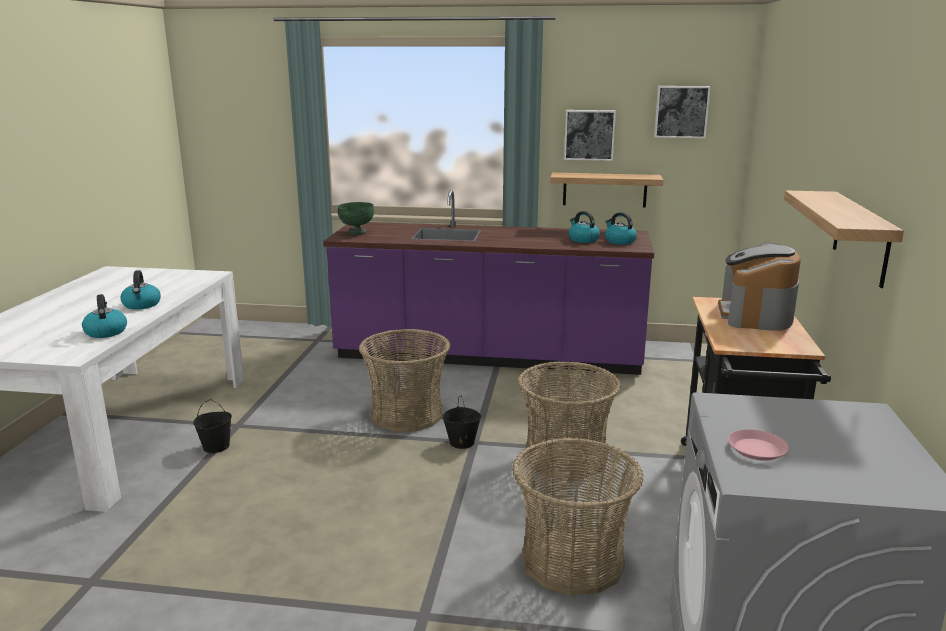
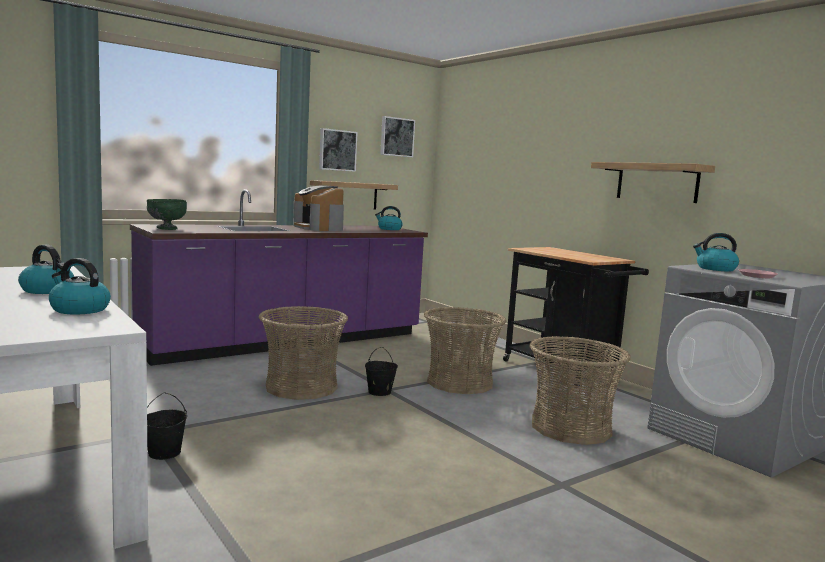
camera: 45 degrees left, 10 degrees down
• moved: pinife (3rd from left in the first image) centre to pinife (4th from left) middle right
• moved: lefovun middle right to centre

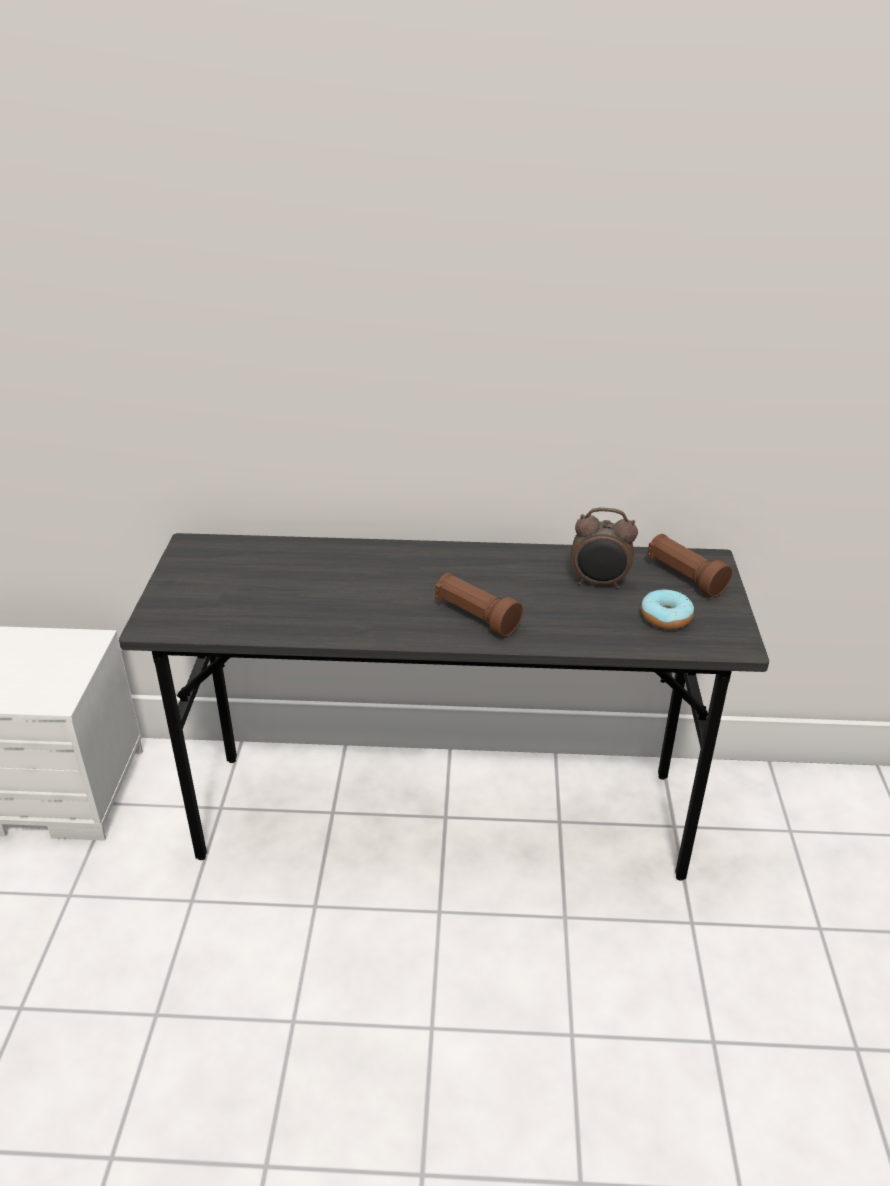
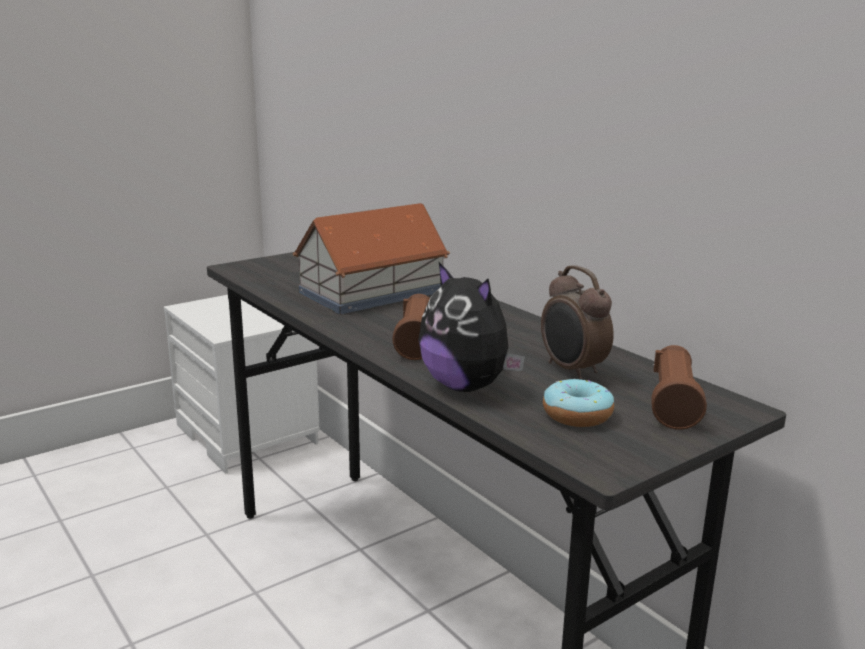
camera: 50 degrees right, 15 degrees down
• added: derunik centre
• added: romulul centre

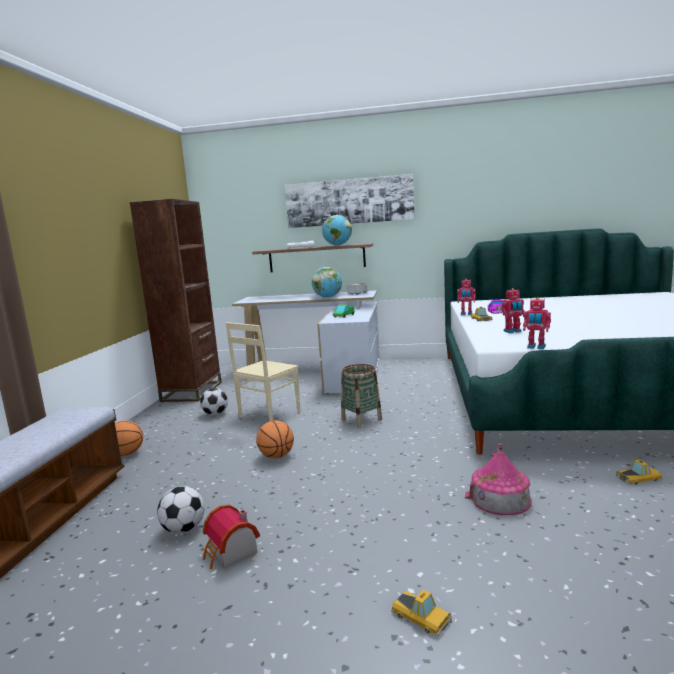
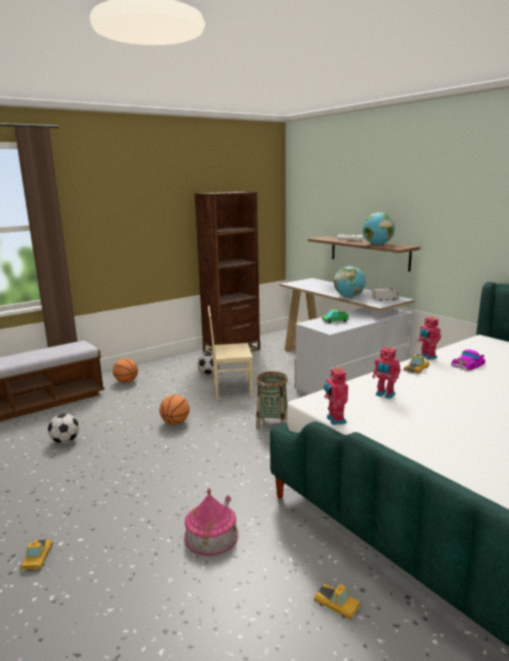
camera: 45 degrees right, 5 degrees up
• removed: derunik (1st from left) bottom centre
• removed: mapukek top centre

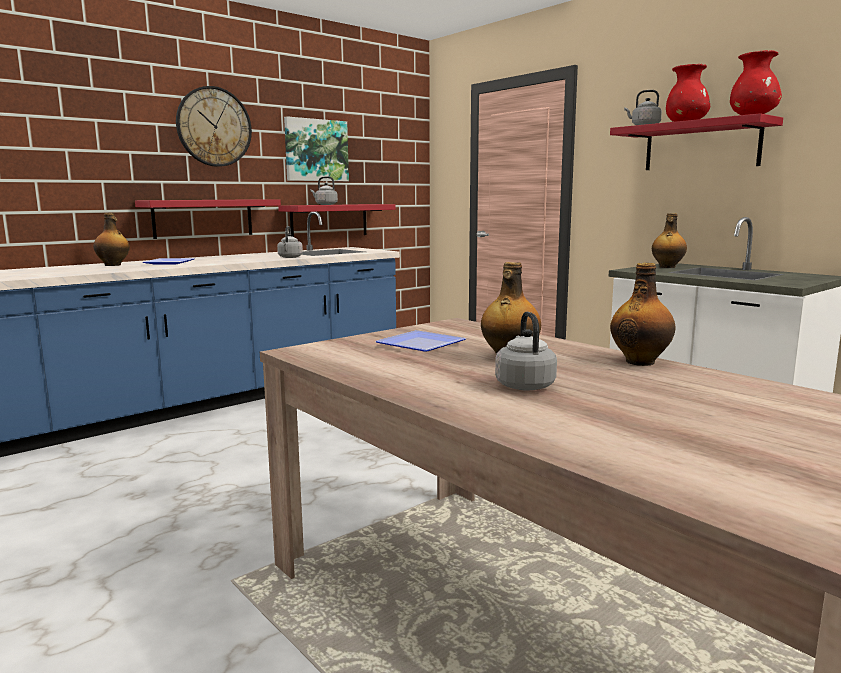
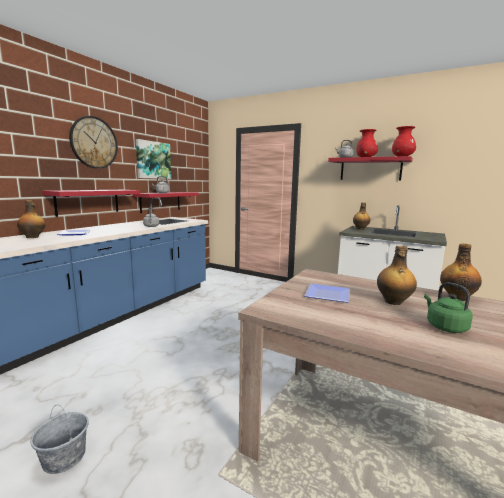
camera: 20 degrees left, 0 degrees up
• recoloured: grey_pinife (3rd from left) centre to green_pinife middle right
• added: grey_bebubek bottom left

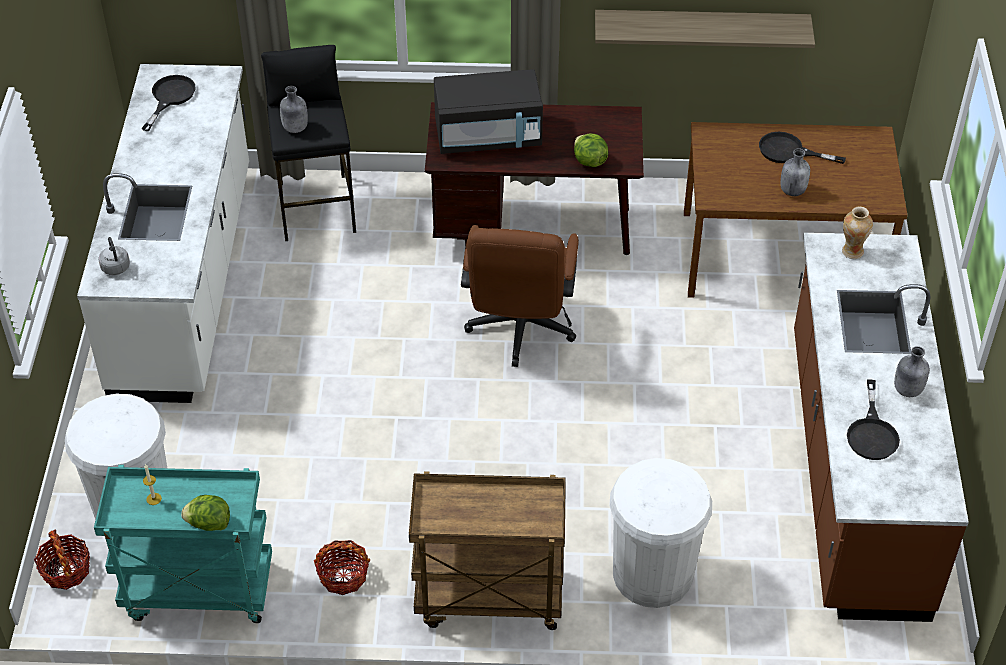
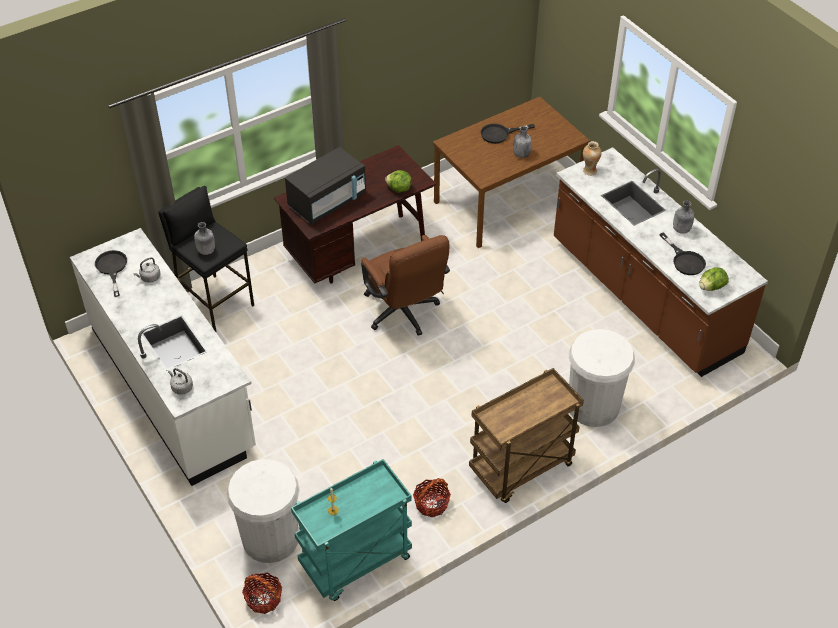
camera: 35 degrees left, 0 degrees up
• moved: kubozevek (1st from left in the first image) bottom left to kubozevek (2nd from left) middle right
• removed: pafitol top right
• added: grey_pinife (1st from left) middle left

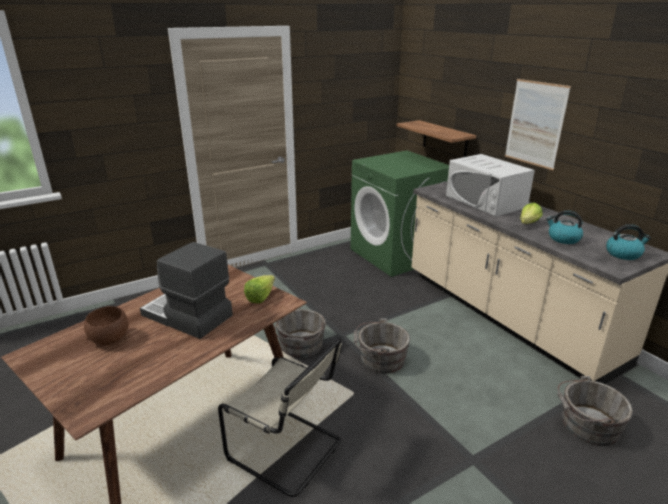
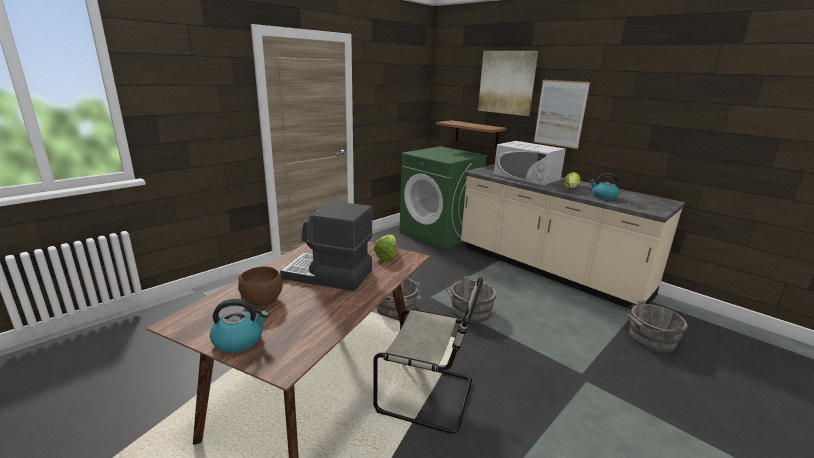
camera: 15 degrees left, 5 degrees down
• moved: pinife (2nd from left in the first image) middle right to pinife (1st from left) bottom left
• added: mapukek (1st from left) top centre

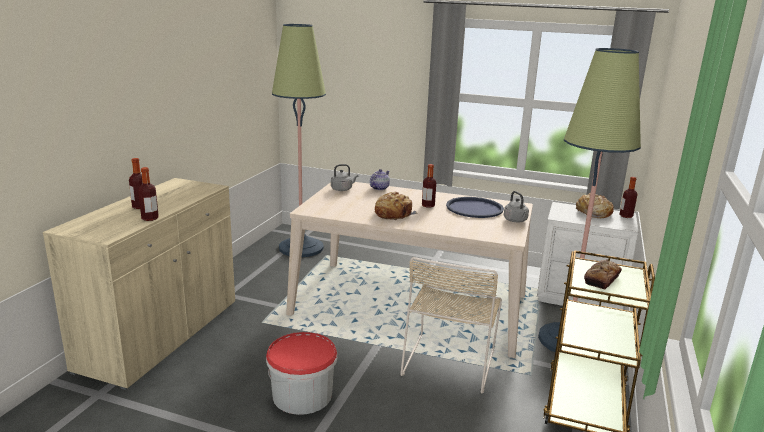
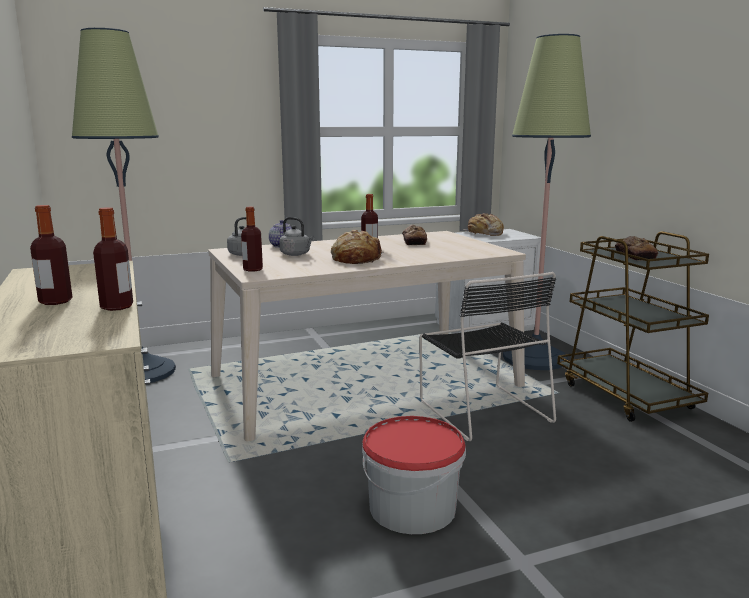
camera: 40 degrees left, 5 degrees down
• recoloured: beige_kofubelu bottom centre to black_kofubelu centre
• replaced: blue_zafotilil centre to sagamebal (2nd from left) centre
• moved: grey_pinife (2nd from left) middle right to centre
• moved: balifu (4th from left in the first image) middle right to balifu (3rd from left) centre

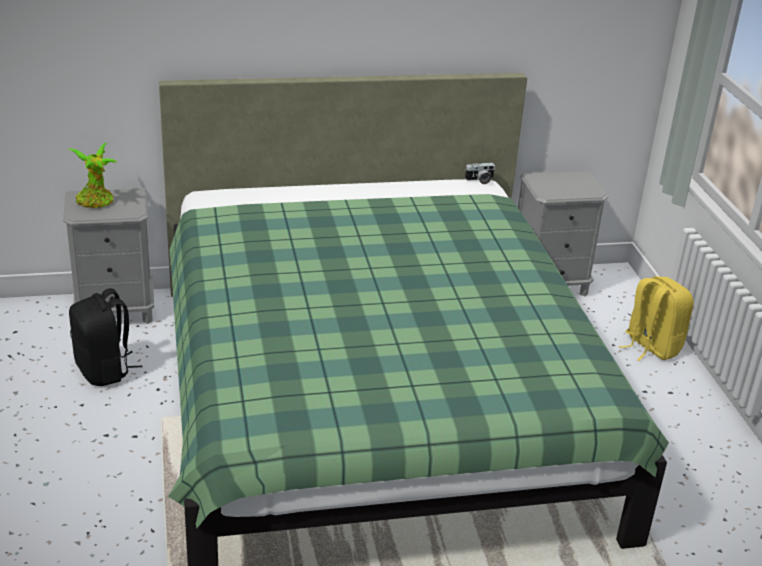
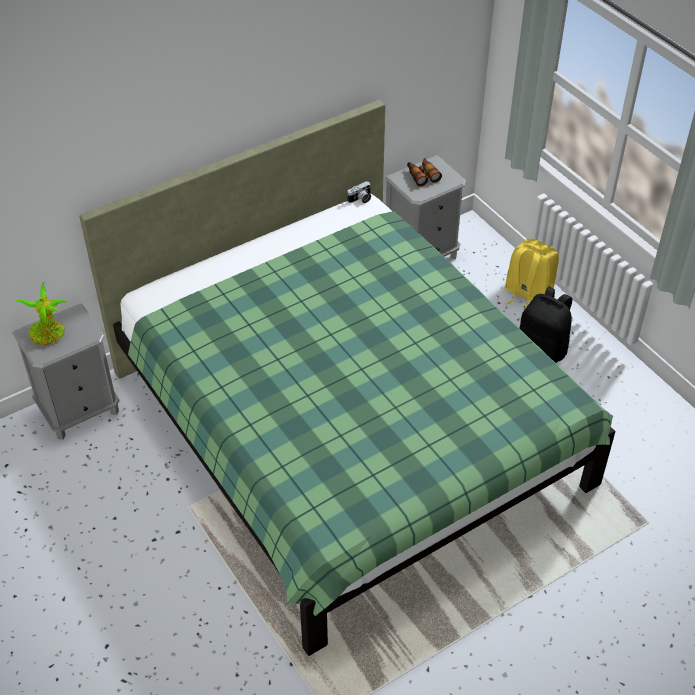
camera: 20 degrees left, 15 degrees up
• moved: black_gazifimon middle left to middle right
• added: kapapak top centre

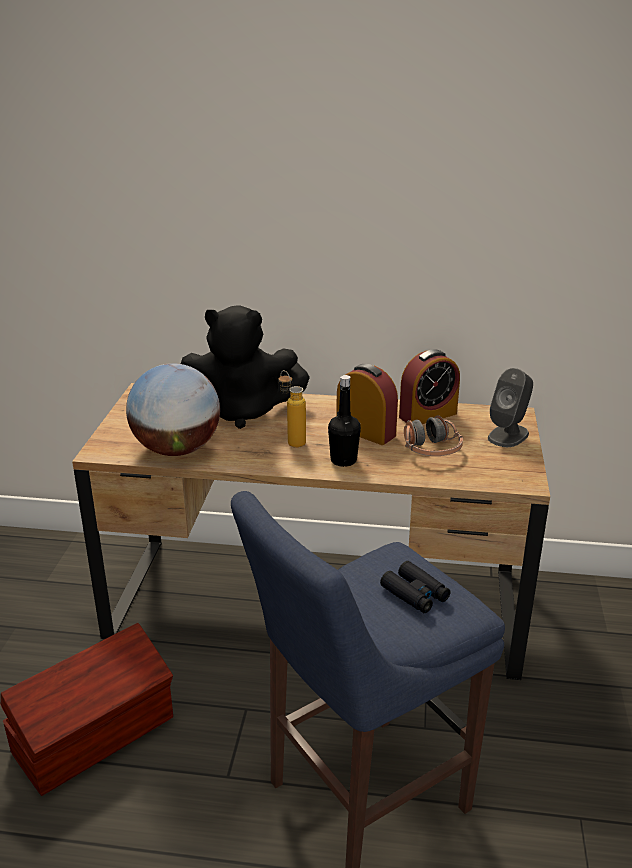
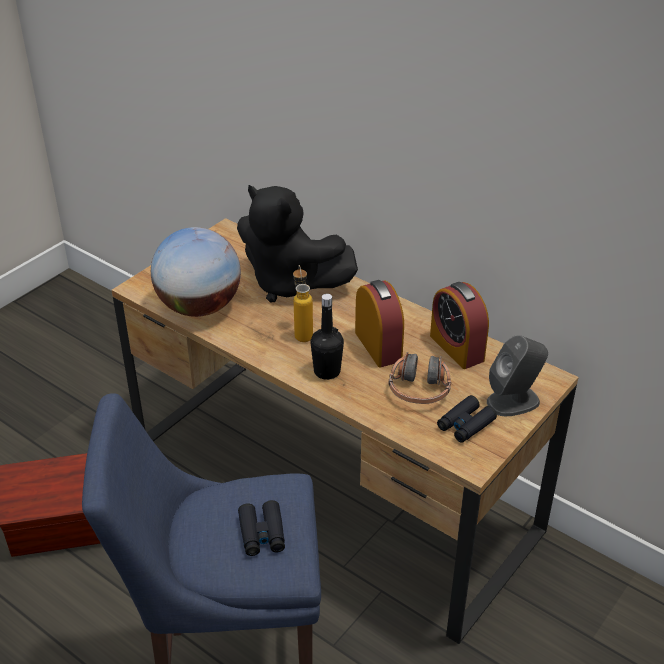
camera: 30 degrees right, 10 degrees up
• turned: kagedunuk (2nd from left) middle right = middle right 60 degrees clockwise
• added: black_kapapak (2nd from left) middle right

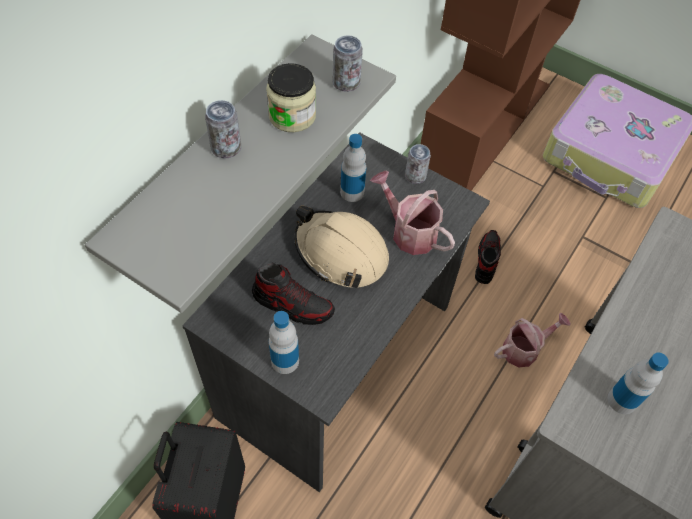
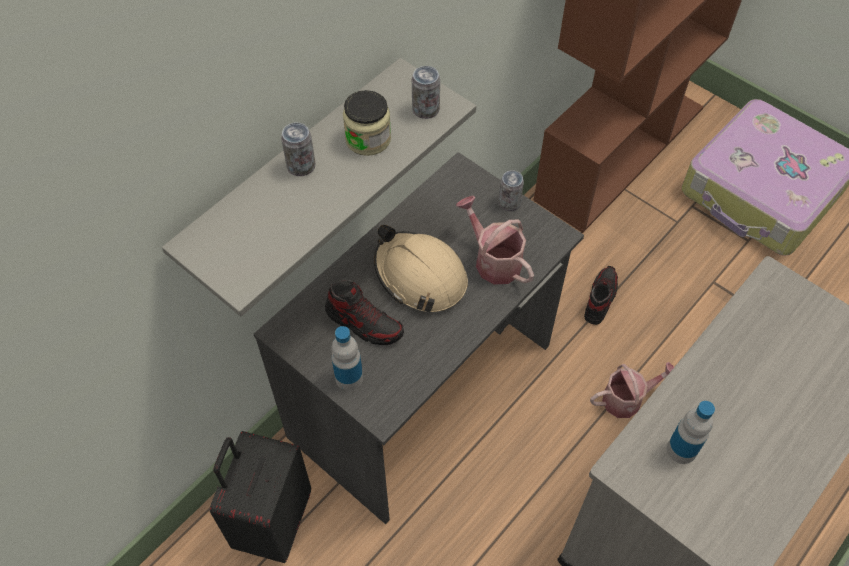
camera: 10 degrees right, 0 degrees up
• removed: balifu (2nd from left) top centre

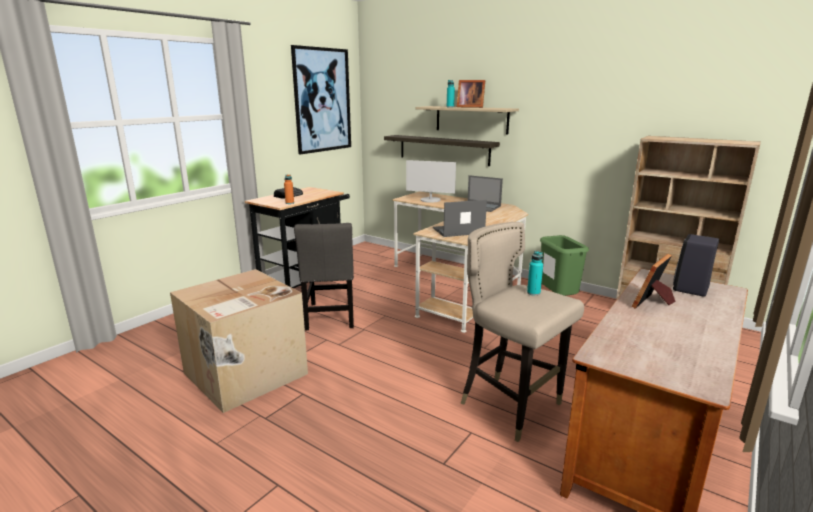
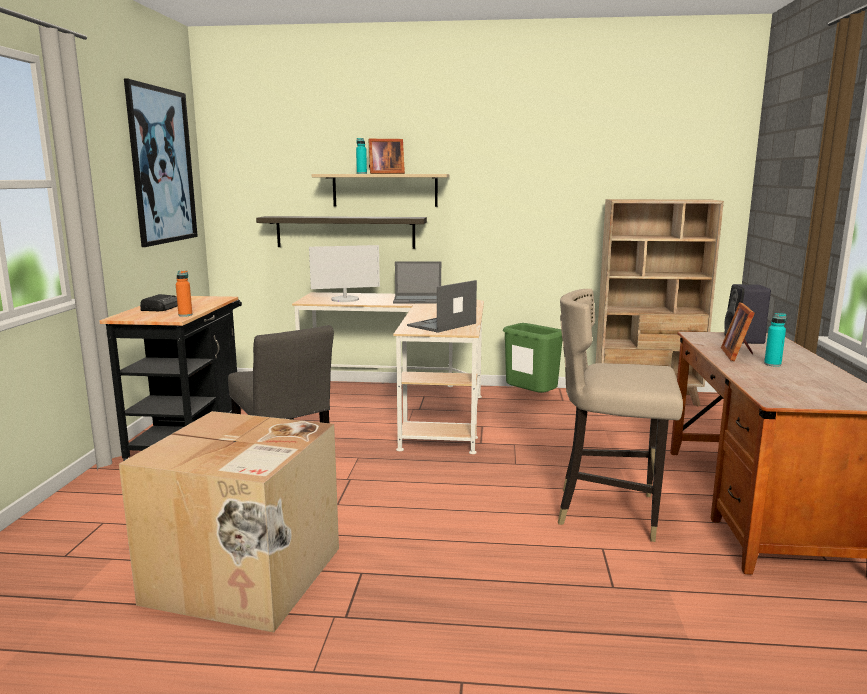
camera: 30 degrees left, 5 degrees down
• moved: turquoise_balifu (2nd from left) centre to middle right

